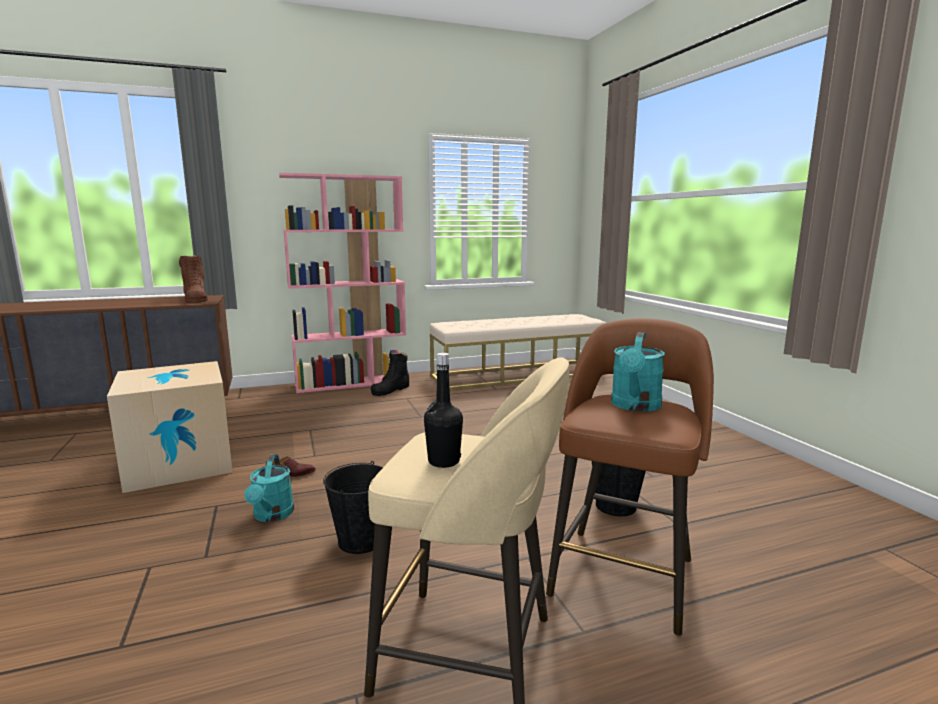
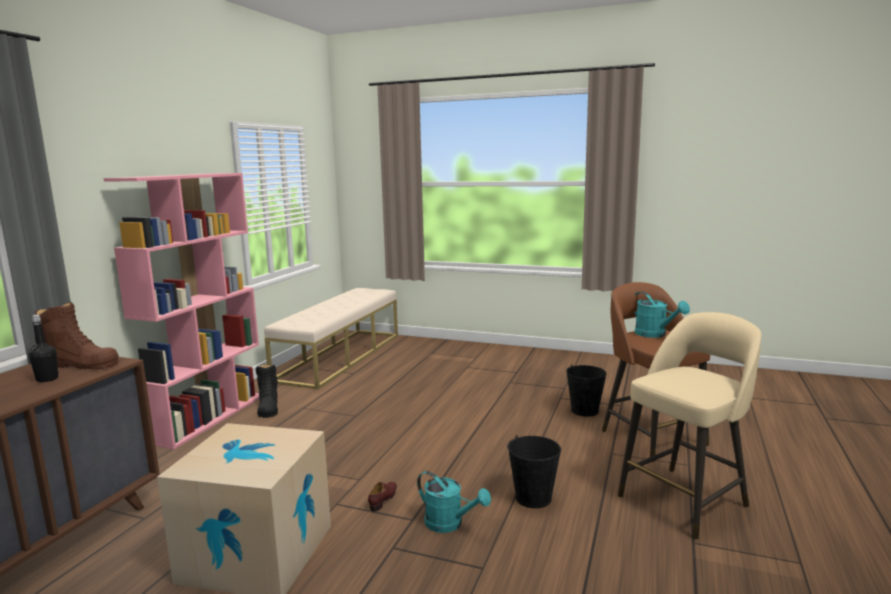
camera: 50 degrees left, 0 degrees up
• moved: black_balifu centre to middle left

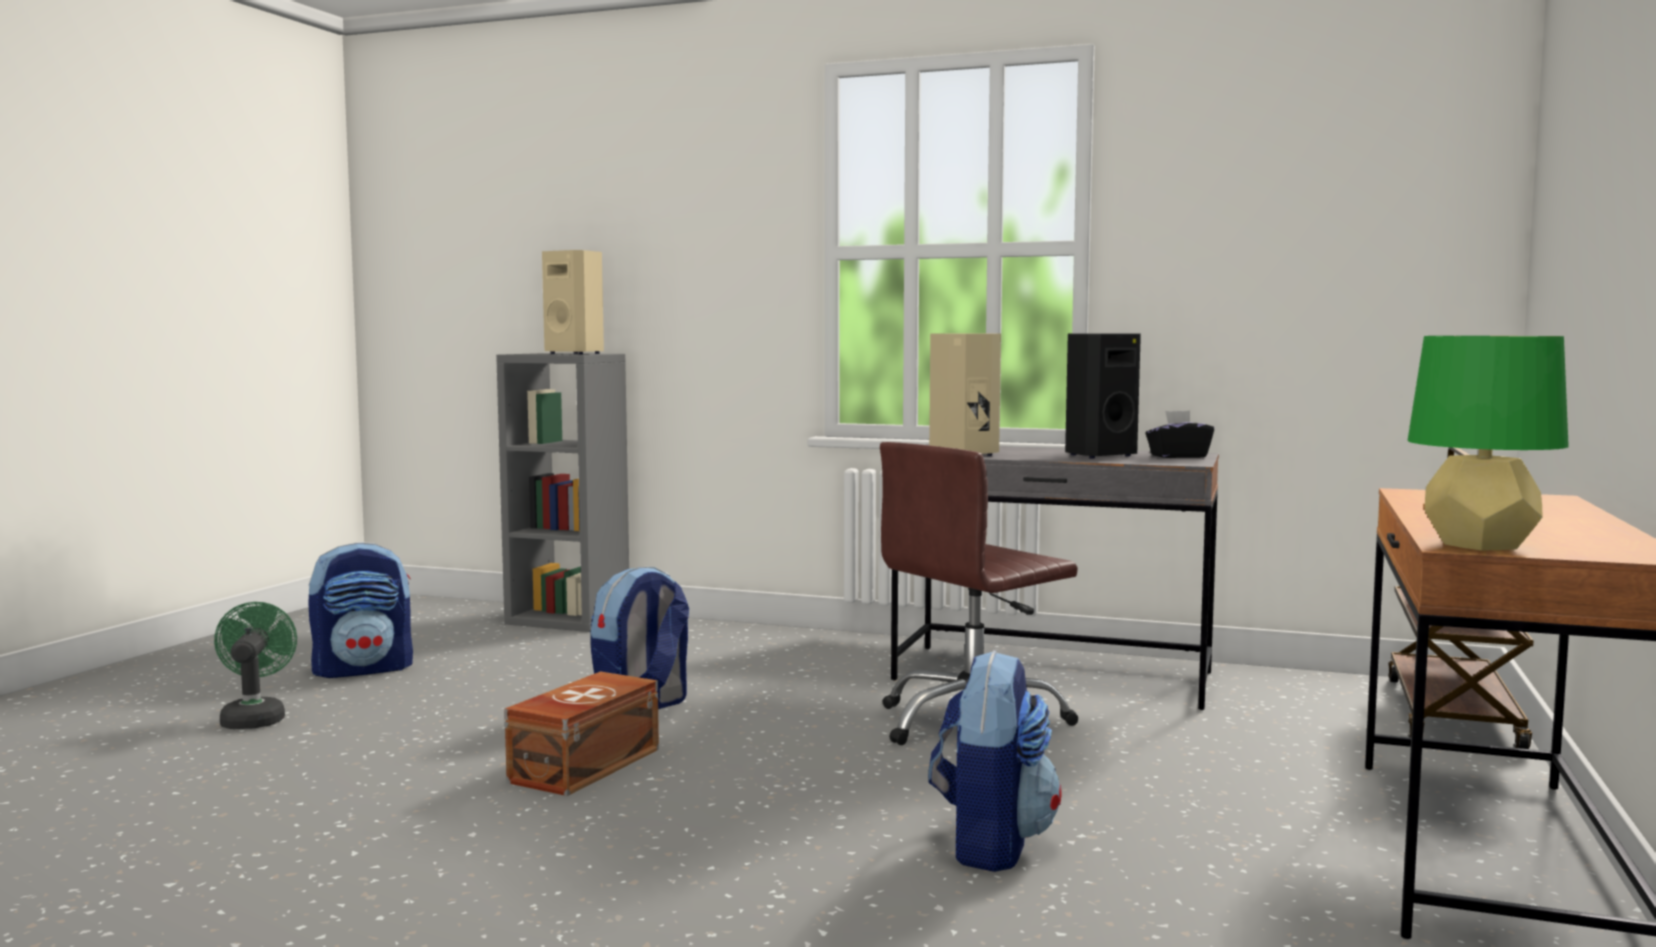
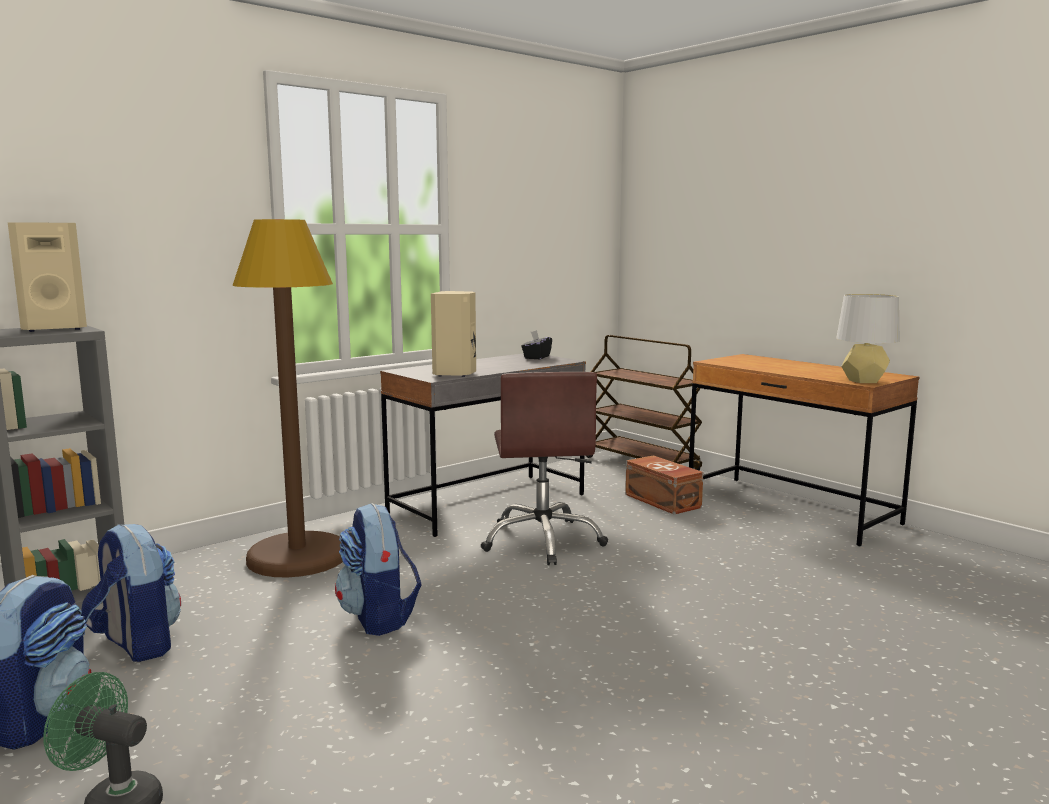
camera: 60 degrees left, 5 degrees up
• moved: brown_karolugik bottom centre to centre
• moved: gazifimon (3rd from left in the first image) bottom centre to gazifimon (2nd from left) bottom left
• removed: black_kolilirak centre
• recoloured: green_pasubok middle right to grey_pasubok middle right
• added: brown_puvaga middle left

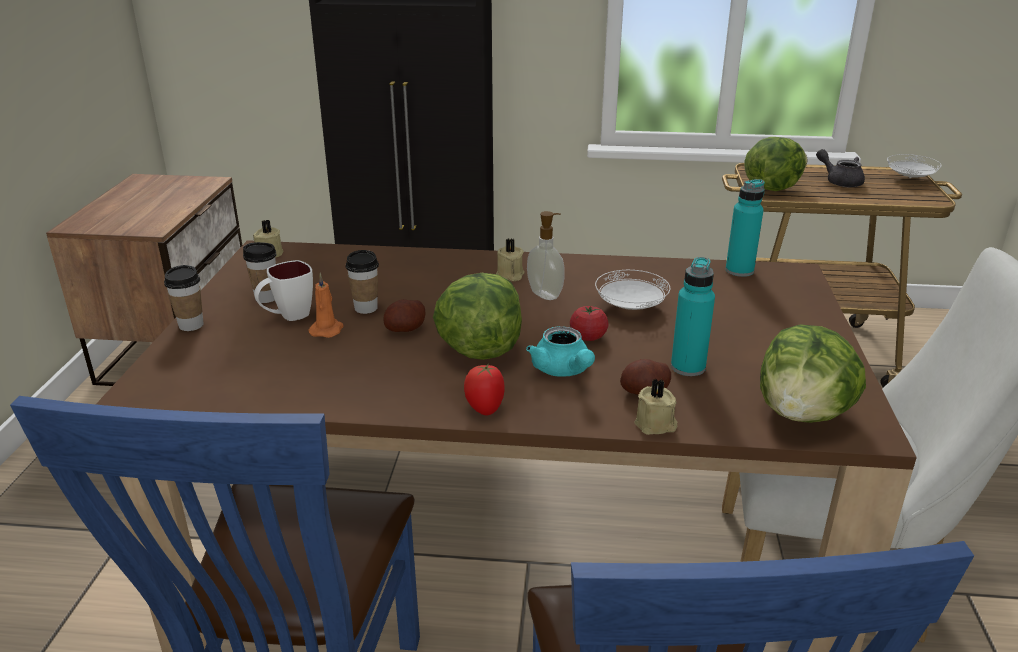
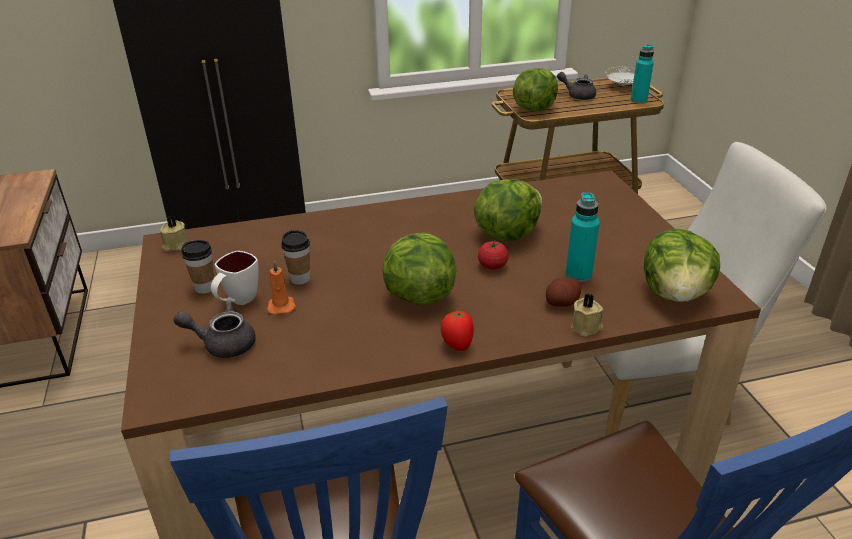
camera: 20 degrees left, 5 degrees up
• removed: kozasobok (1st from left) middle left
• removed: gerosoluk (1st from left) centre
• removed: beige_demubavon (2nd from left) centre
• removed: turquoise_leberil centre
• removed: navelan centre
• replaced: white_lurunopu (1st from left) centre to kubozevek (2nd from left) centre
• moved: turquoise_balifu (2nd from left) middle right to top right
• added: grey_leberil (1st from left) middle left

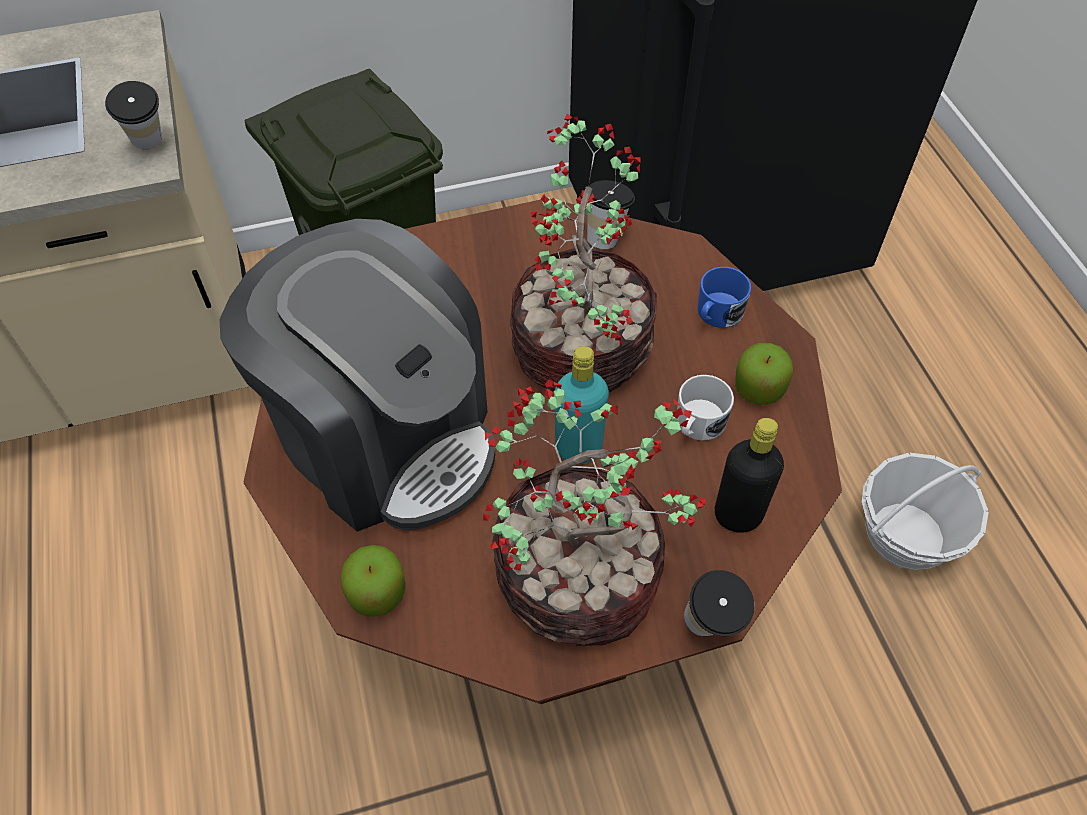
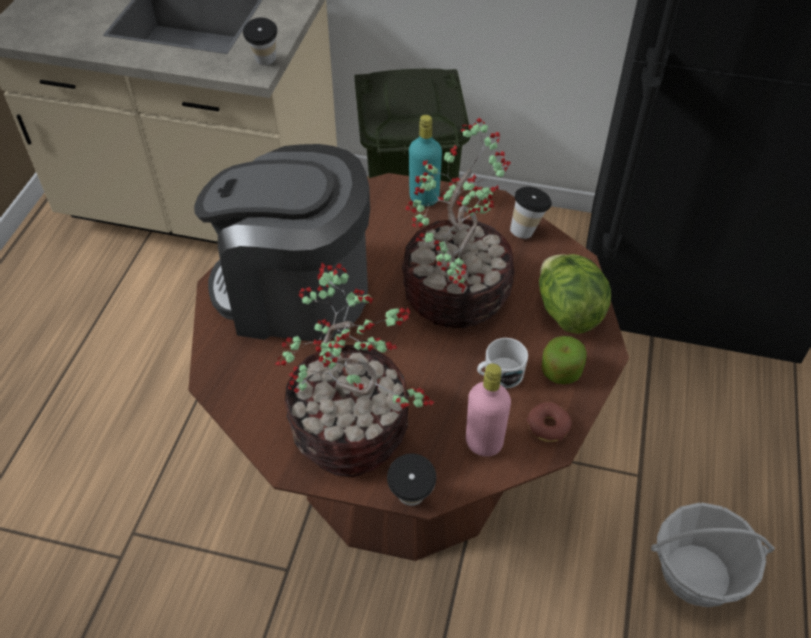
camera: 30 degrees right, 5 degrees down
• turned: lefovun middle left = centre 120 degrees clockwise
• removed: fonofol (1st from left) bottom centre
• moved: turquoise_balifu centre to top centre
• replaced: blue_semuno centre to kubozevek middle right
• recoloured: black_balifu middle right to pink_balifu centre
• added: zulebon middle right

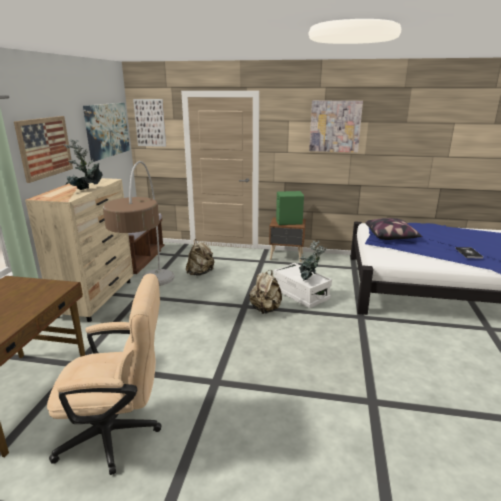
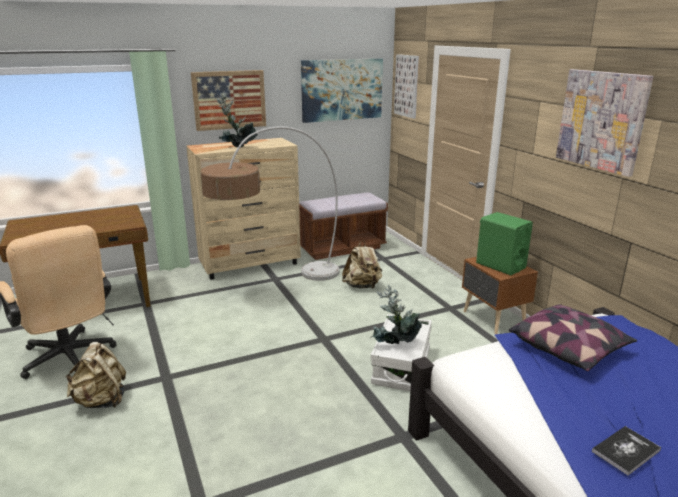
camera: 55 degrees right, 0 degrees up
• moved: beige_gazifimon (2nd from left in the first image) centre to beige_gazifimon (1st from left) bottom left

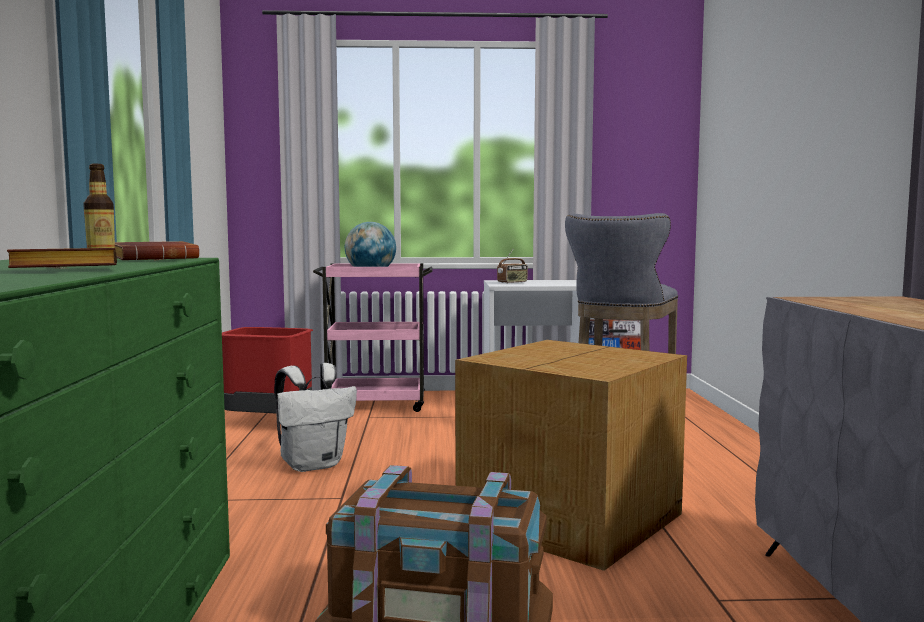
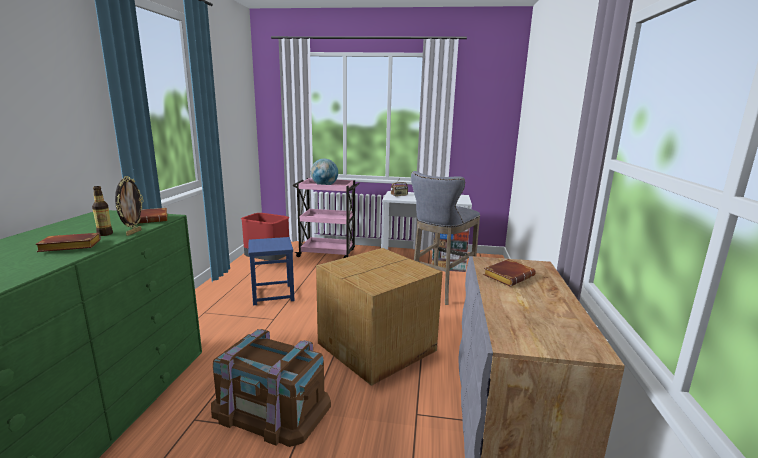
camera: 10 degrees right, 10 degrees up
• replaced: white_gazifimon bottom centre to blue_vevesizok centre
• added: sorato middle left
• added: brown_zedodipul (3rd from left) middle right

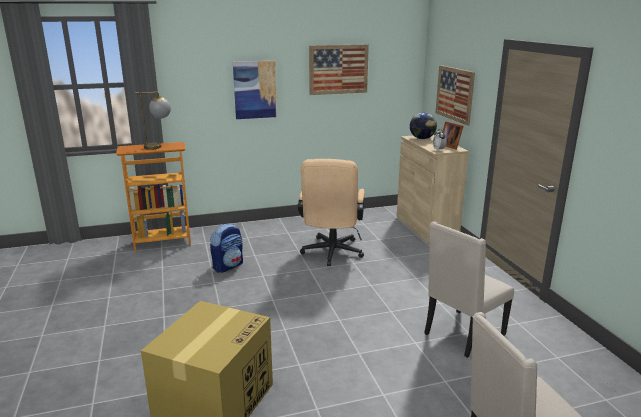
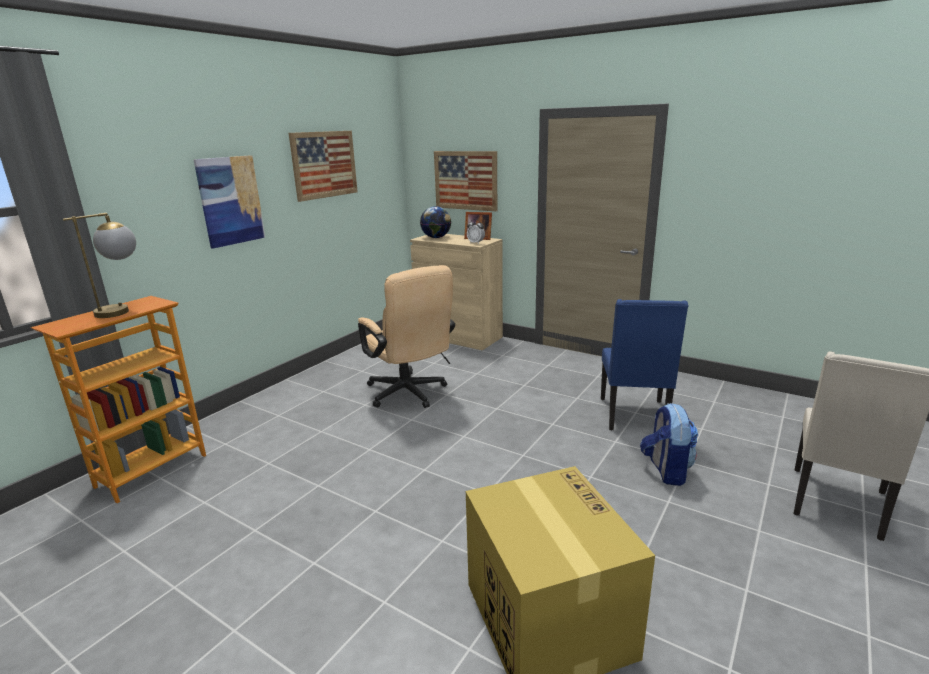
camera: 40 degrees left, 0 degrees up
• moved: gazifimon centre to middle right
• recoloured: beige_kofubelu (1st from left) bottom right to blue_kofubelu middle right

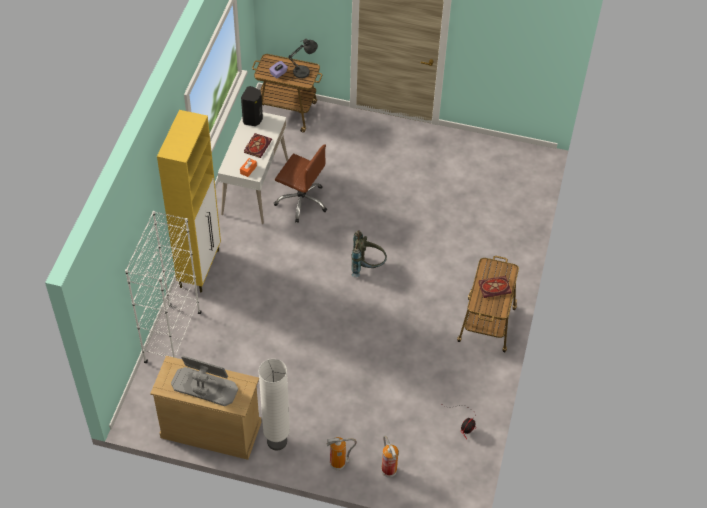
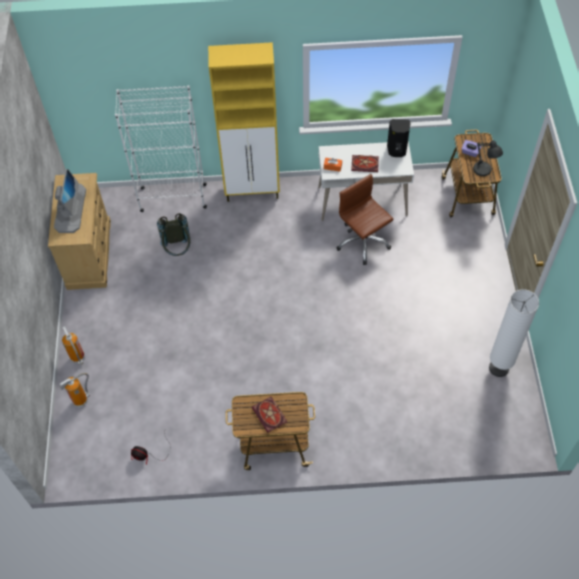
camera: 75 degrees right, 5 degrees up
• moved: white_puvaga bottom centre to middle right
• turned: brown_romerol centre = centre 135 degrees clockwise
• moved: grey_gazifimon centre to middle left

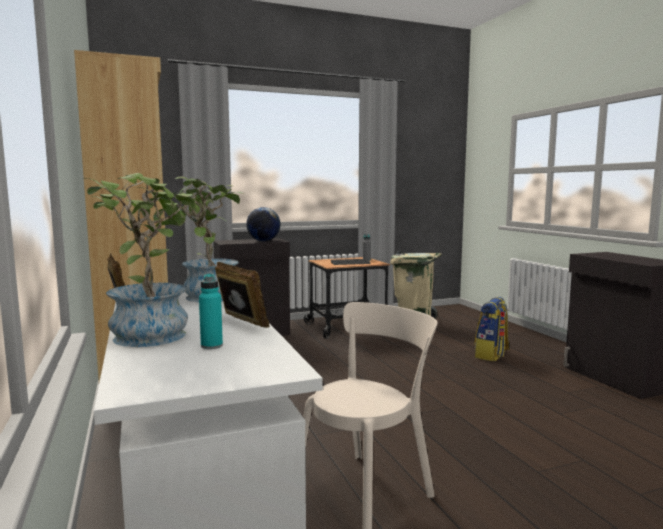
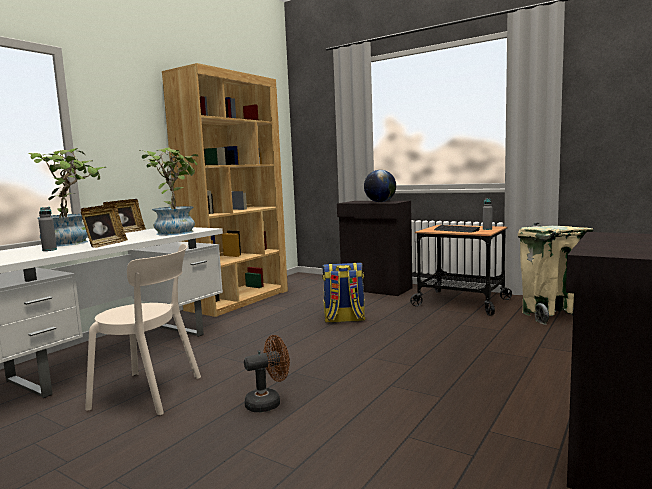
camera: 55 degrees right, 0 degrees up
• recoloured: turquoise_balifu middle left to grey_balifu (1st from left) middle left
• moved: gazifimon middle right to centre
• added: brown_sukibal bottom centre

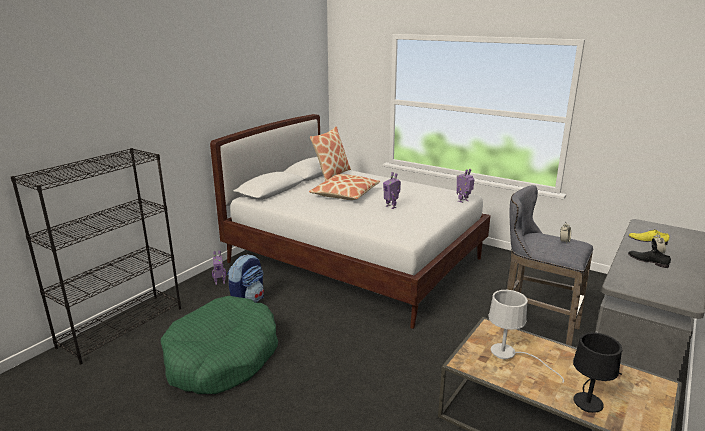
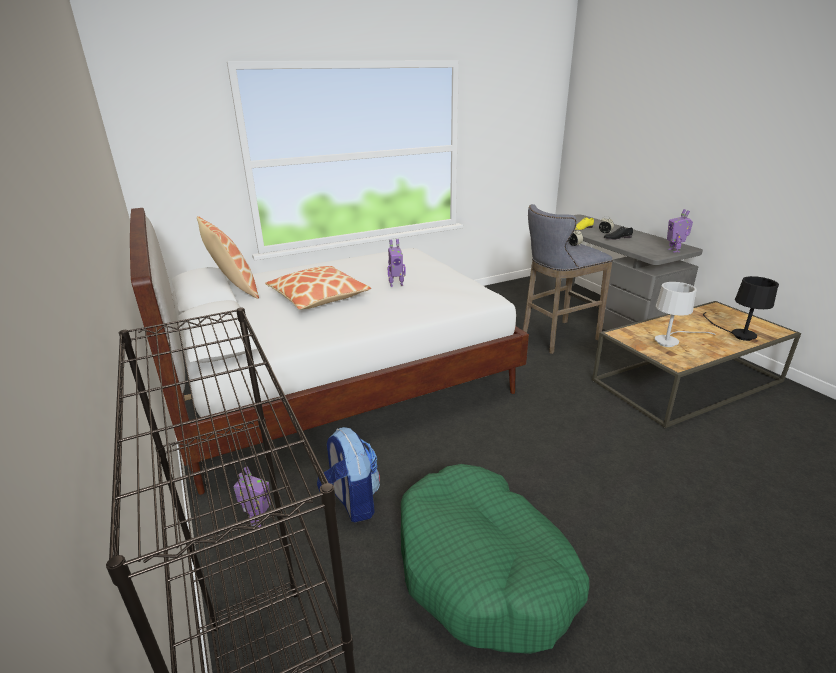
camera: 60 degrees left, 5 degrees up
• moved: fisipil (3rd from left) centre to middle right

